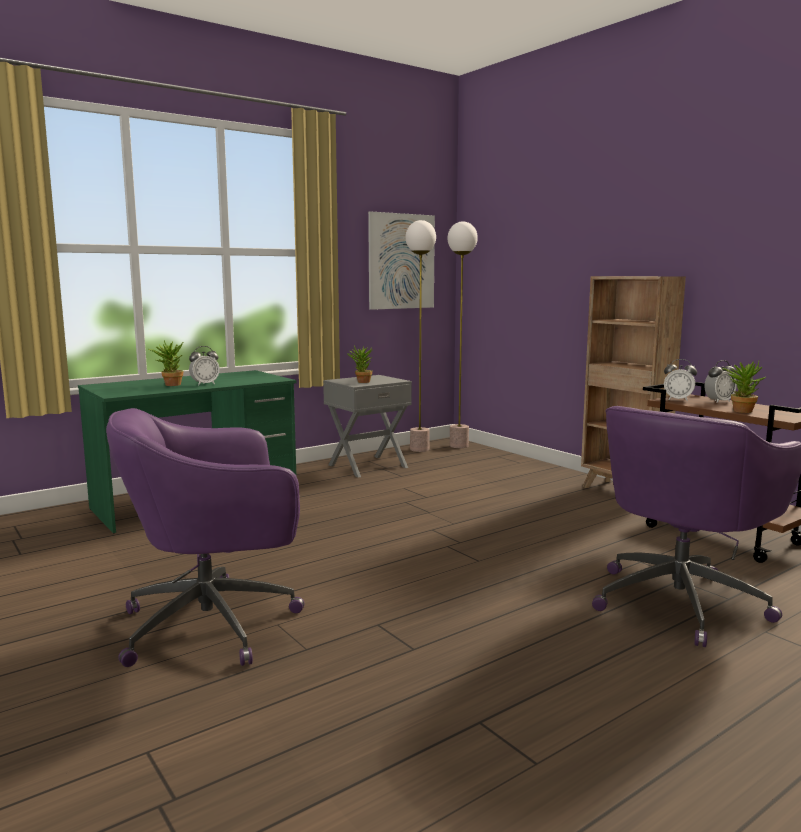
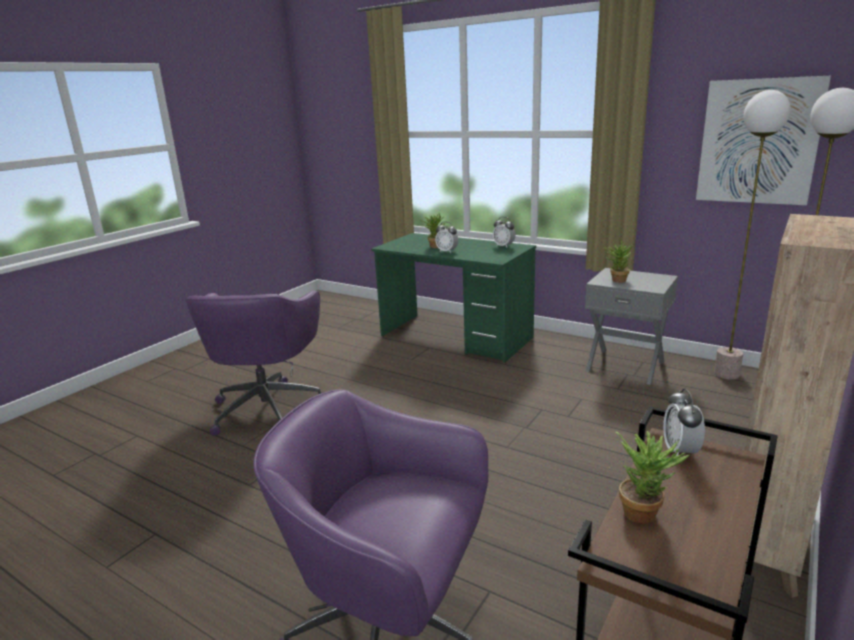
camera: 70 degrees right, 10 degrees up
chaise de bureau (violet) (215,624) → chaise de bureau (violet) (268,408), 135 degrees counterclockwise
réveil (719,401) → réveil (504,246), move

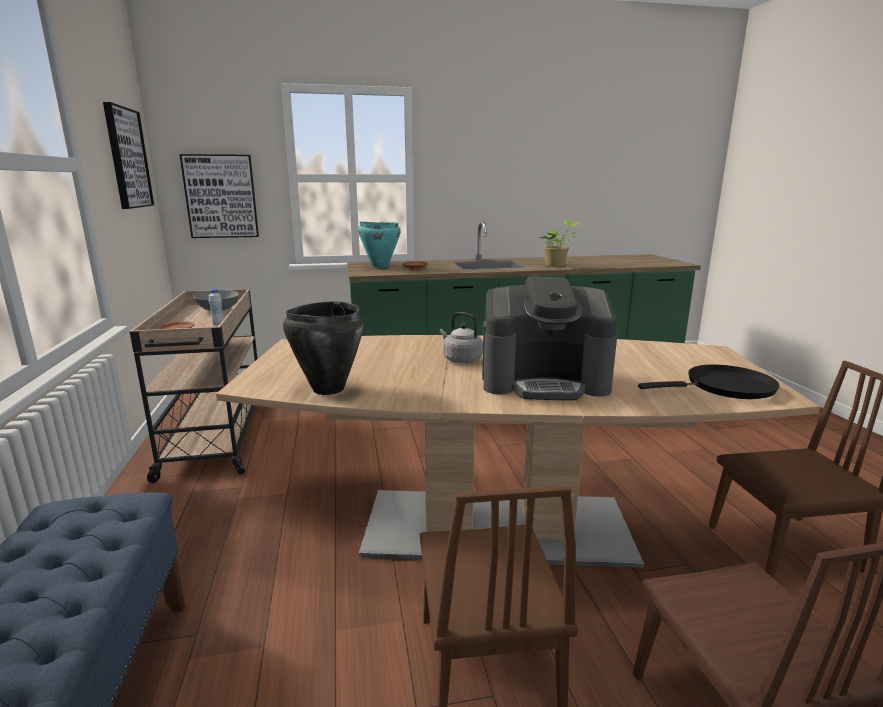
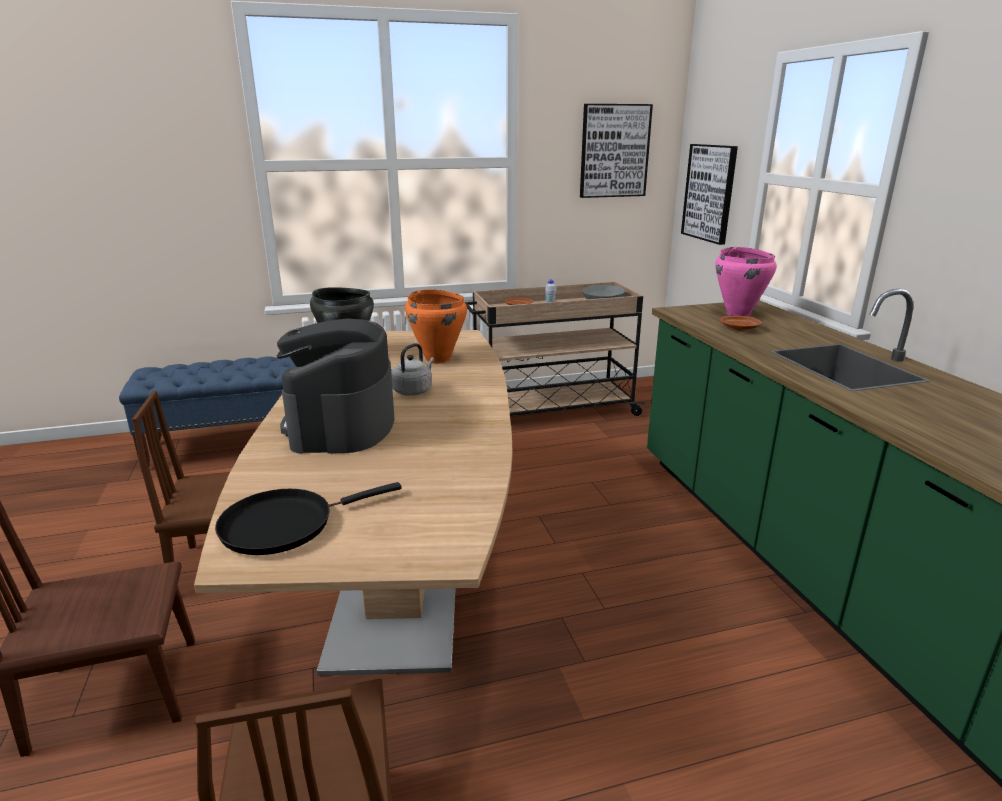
camera: 85 degrees right, 5 degrees up
poêle (noir) (724,387) → poêle (noir) (284,524), 75 degrees clockwise
- → marmite (orange) (438,359)
marmite (turquoise) (380,266) → marmite (rose) (738,313)
plante en pot (556,265) → -

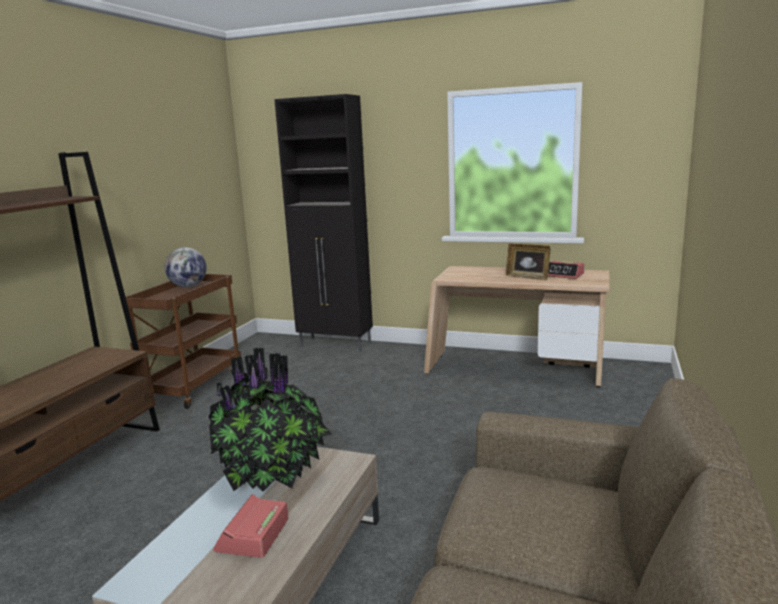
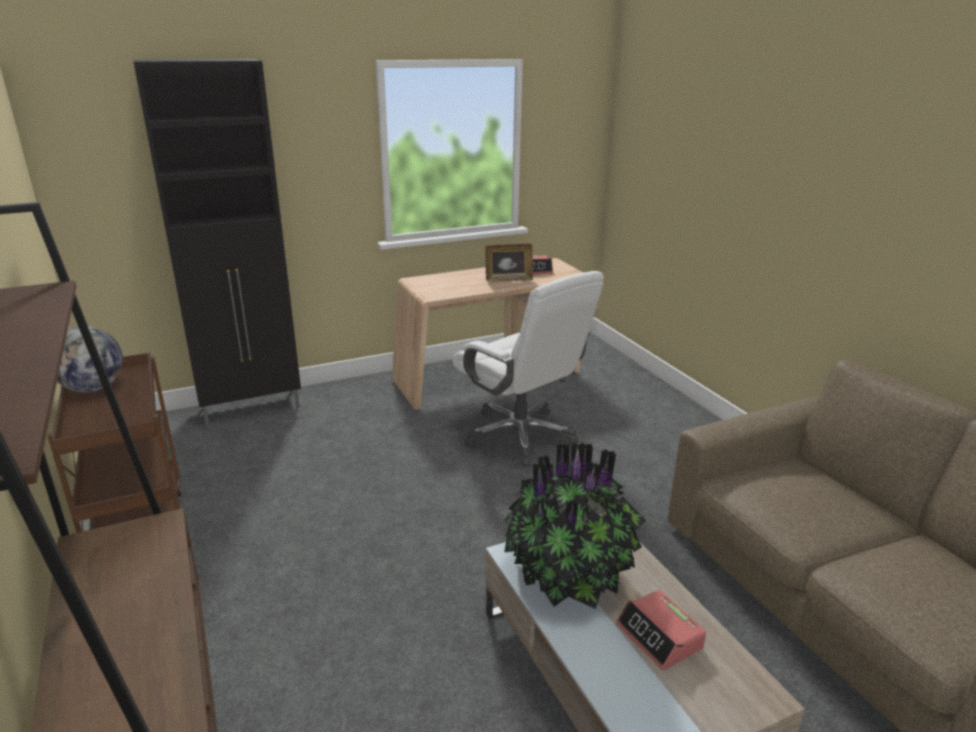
camera: 45 degrees left, 10 degrees up
- → chaise de bureau (blanc) (521,436)

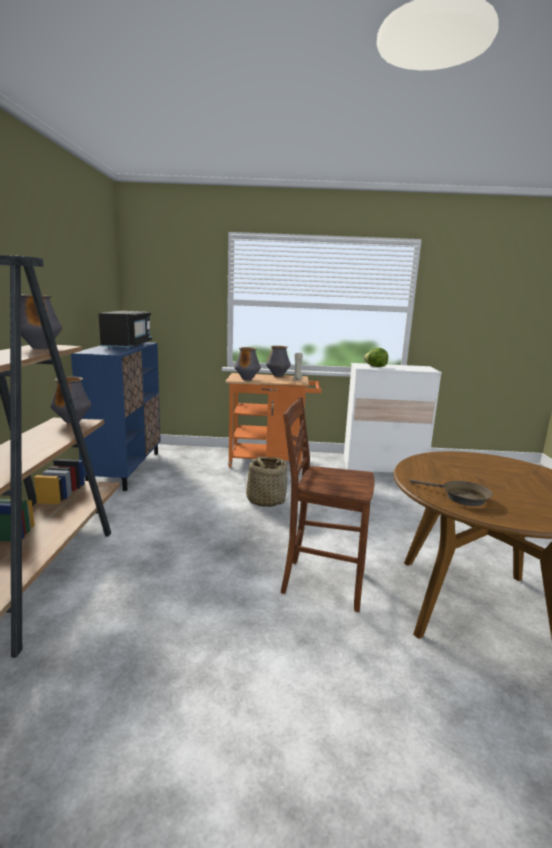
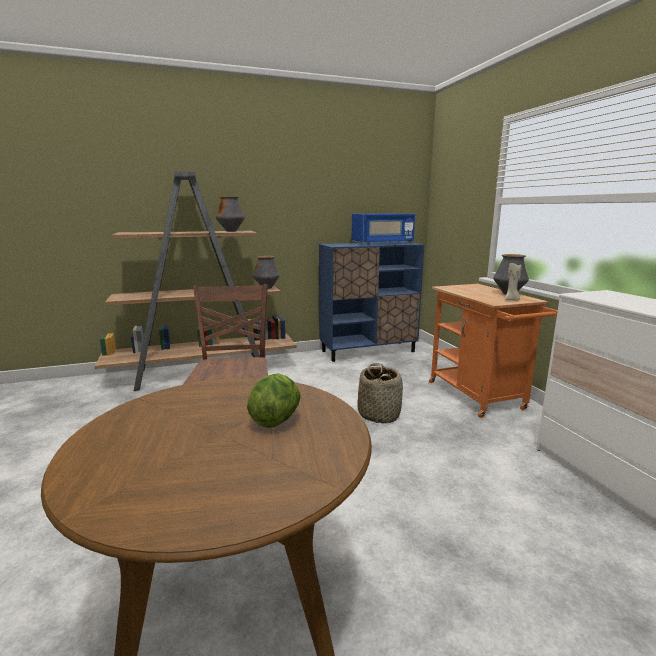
camera: 70 degrees right, 0 degrees up
laitue (375,366) → laitue (276,420), move
micro-ondes (noir) (127,345) → micro-ondes (bleu) (383,243)
vase (247,379) → -
poêle (marron) (460,497) → -

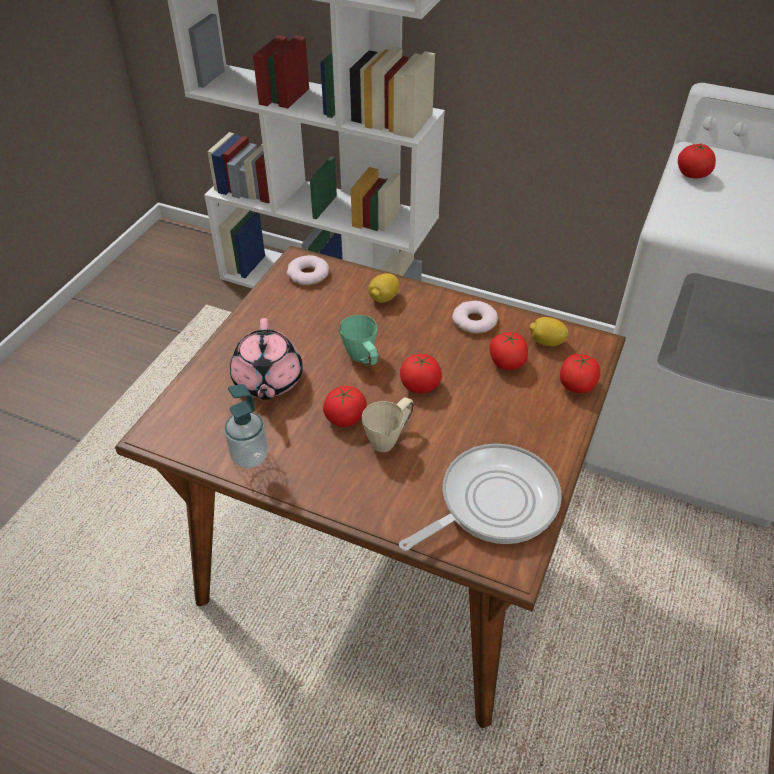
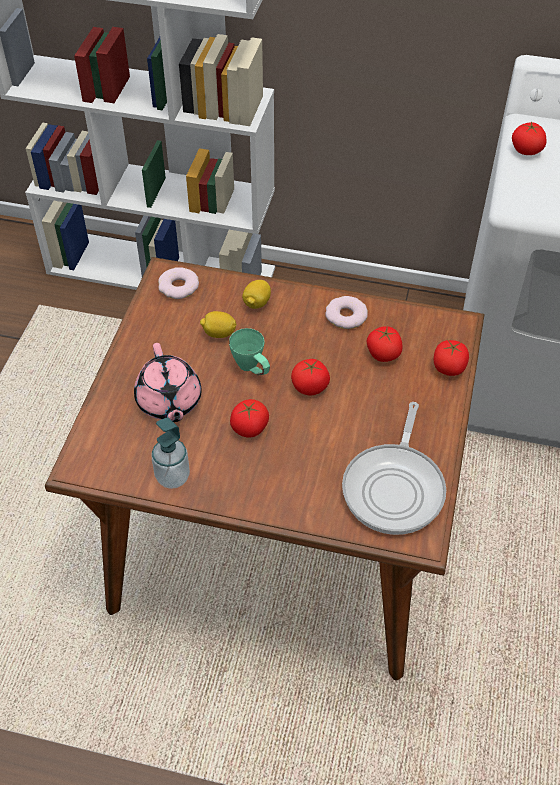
camera: 10 degrees left, 5 degrees up
citron (546,342) → citron (219,333), move
poêle (492,502) → poêle (395,487), 150 degrees clockwise
mug (beige) (390,438) → -

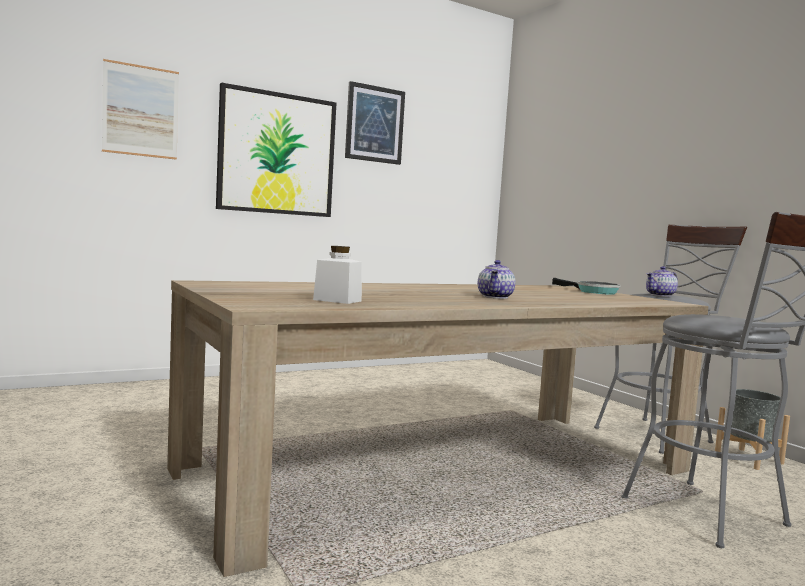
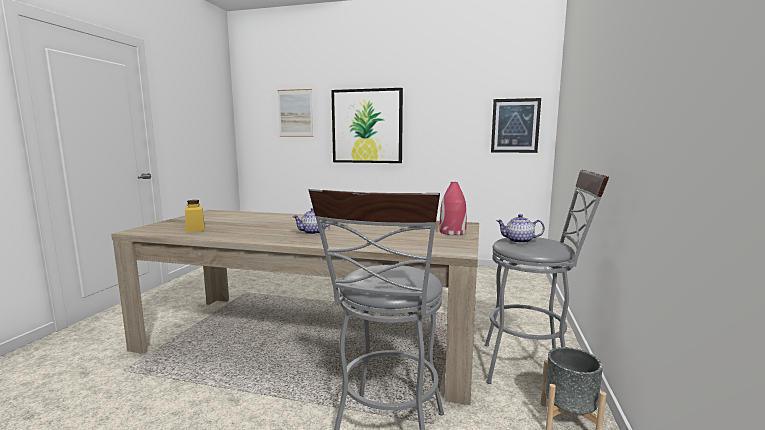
camera: 45 degrees right, 5 degrees up
bocal (blanc) (337,300) → bocal (jaune) (195,229)
poêle (593,292) → vase (rouge) (452,232)
tableau (374,124) → tableau (515,126), move

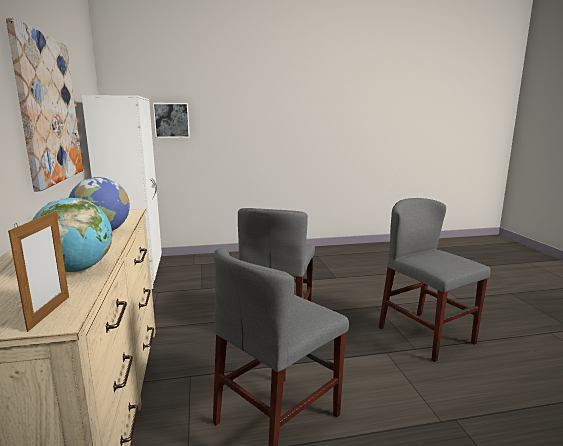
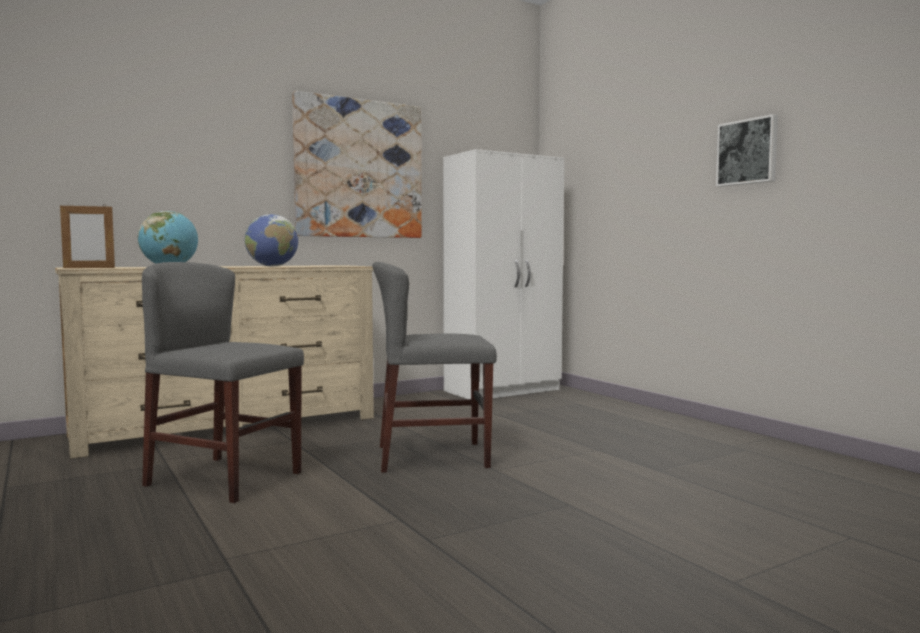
camera: 70 degrees right, 10 degrees down
tableau (171,120) → tableau (748,152), move
chaise (gris) (426,335) → -

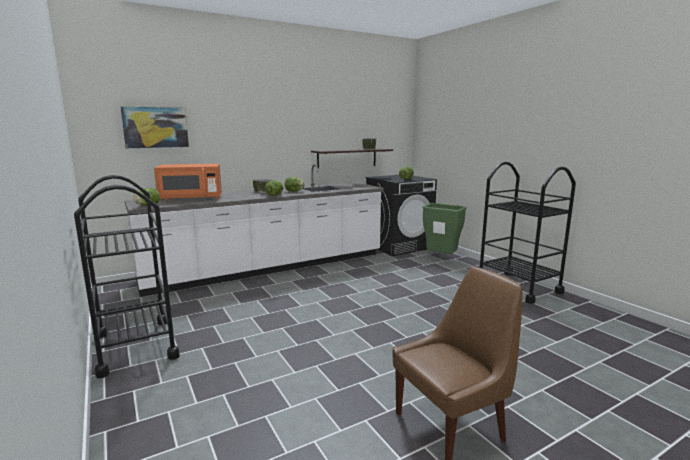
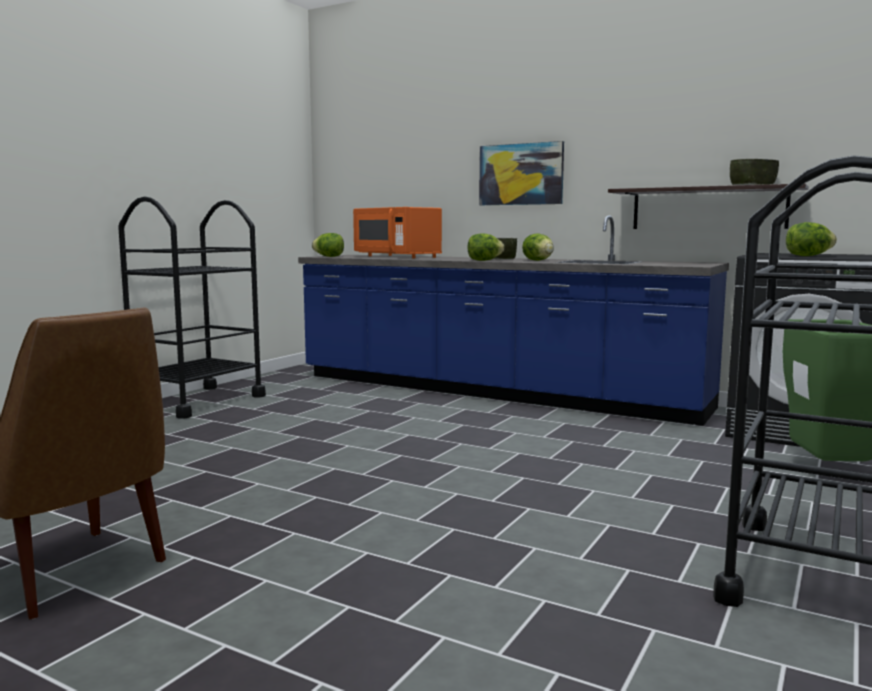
camera: 60 degrees right, 5 degrees down
comptoir de cuisine (blanc) (269,268) → comptoir de cuisine (bleu) (492,391)
tableau (155,127) → tableau (521,174), move

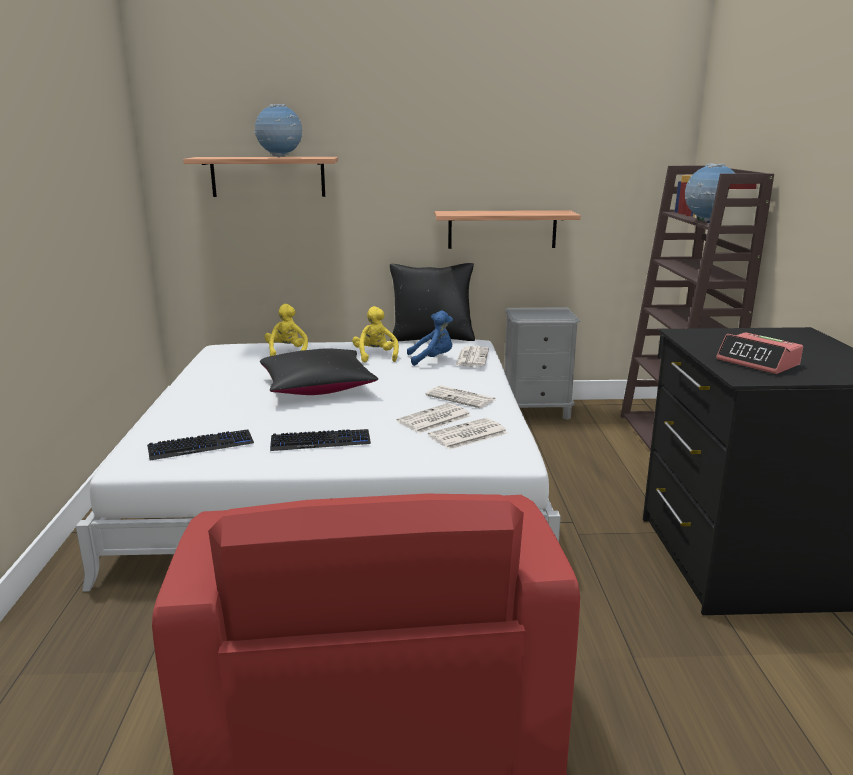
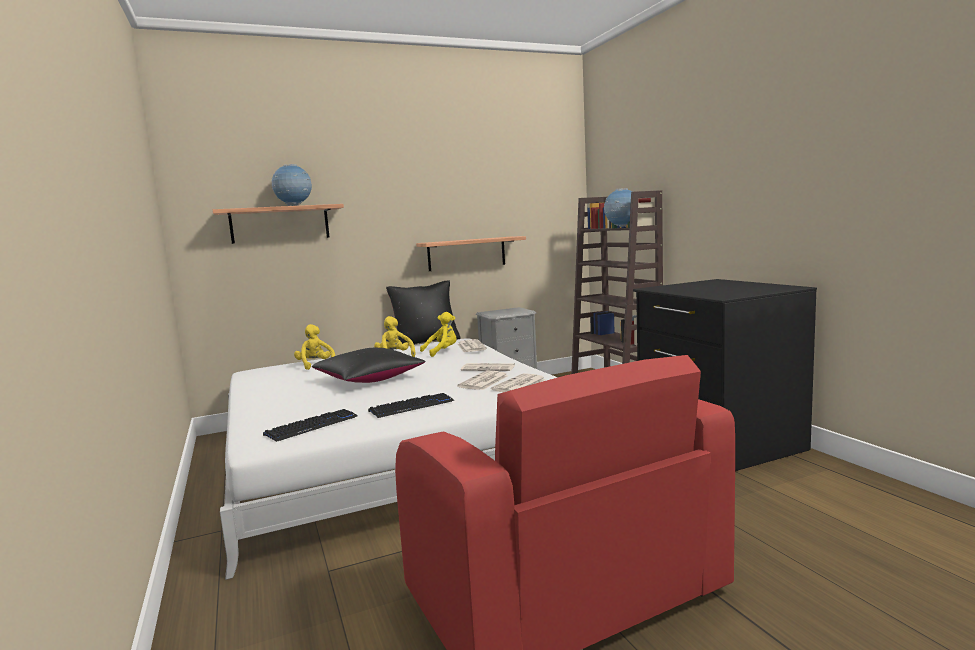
camera: 20 degrees left, 10 degrees down
peluche (bleu) (432,359) → peluche (jaune) (442,352)
réveil (758,362) → -

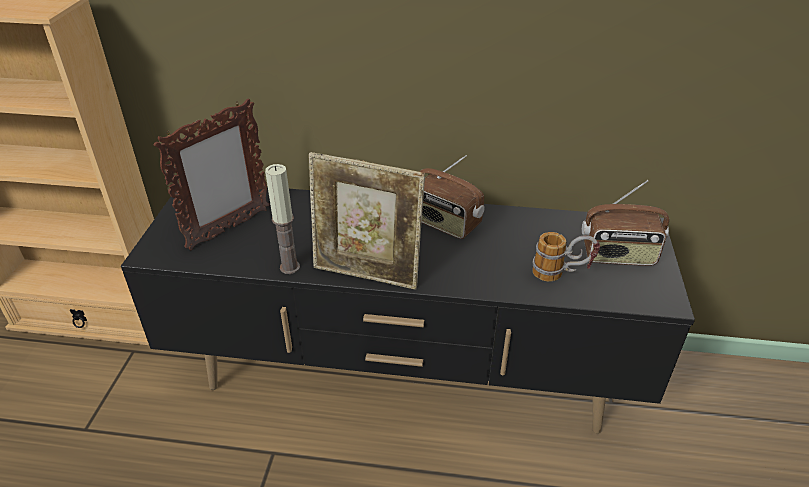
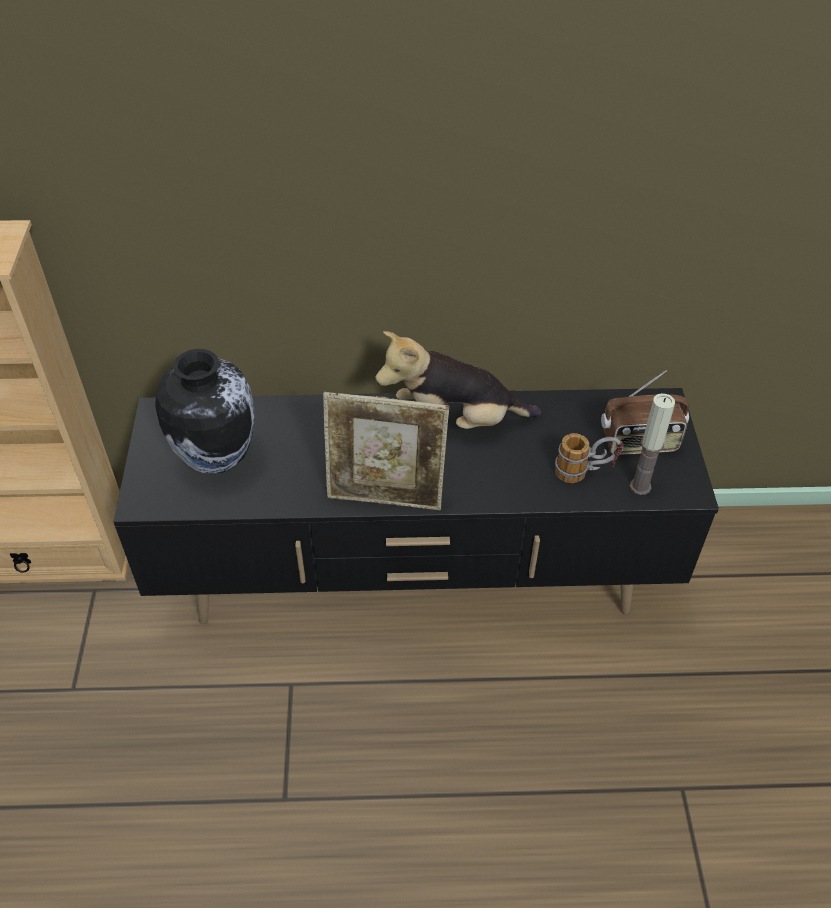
camera: 10 degrees left, 10 degrees up
cadre photo (228,229) → vase (217,459)
radio (445,224) → peluche (454,424)
bougie (290,267) → bougie (640,486), move

